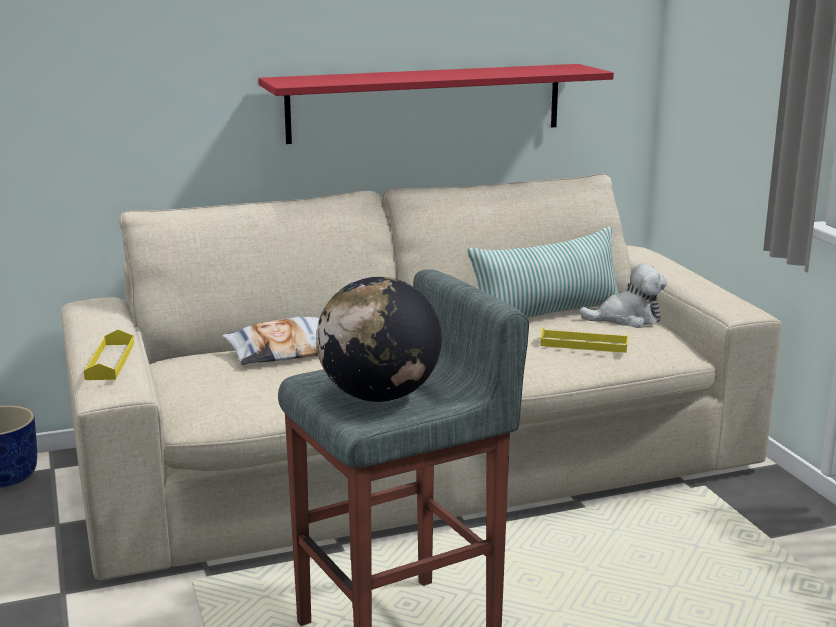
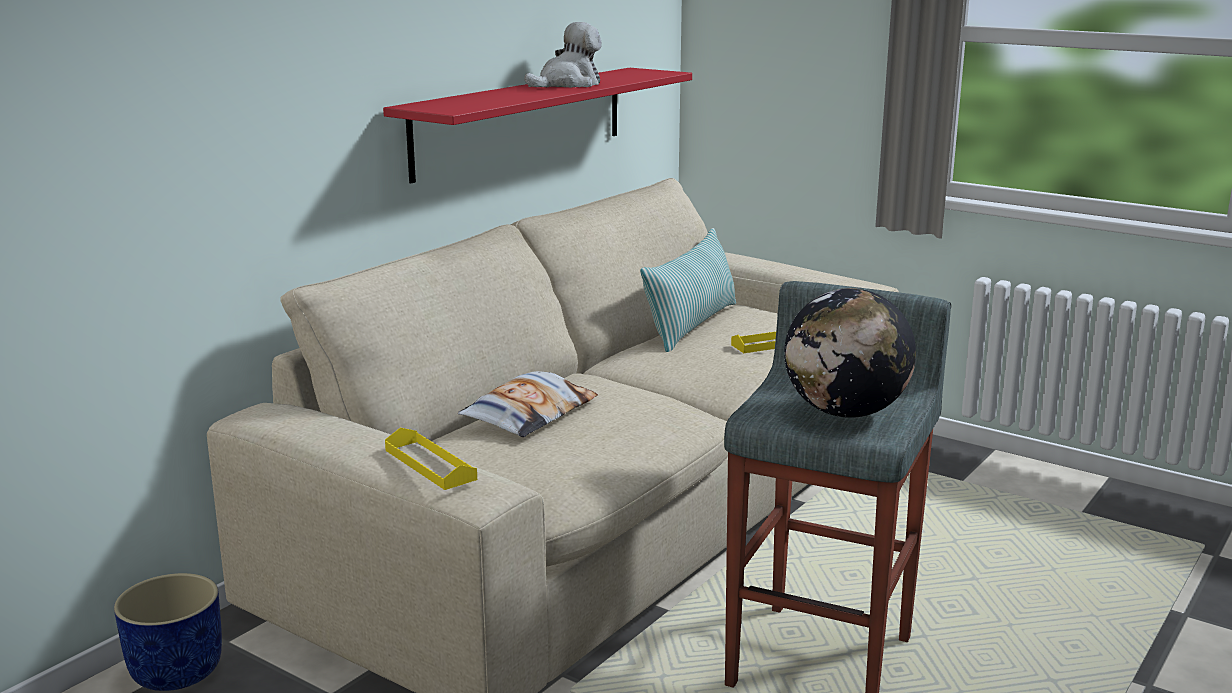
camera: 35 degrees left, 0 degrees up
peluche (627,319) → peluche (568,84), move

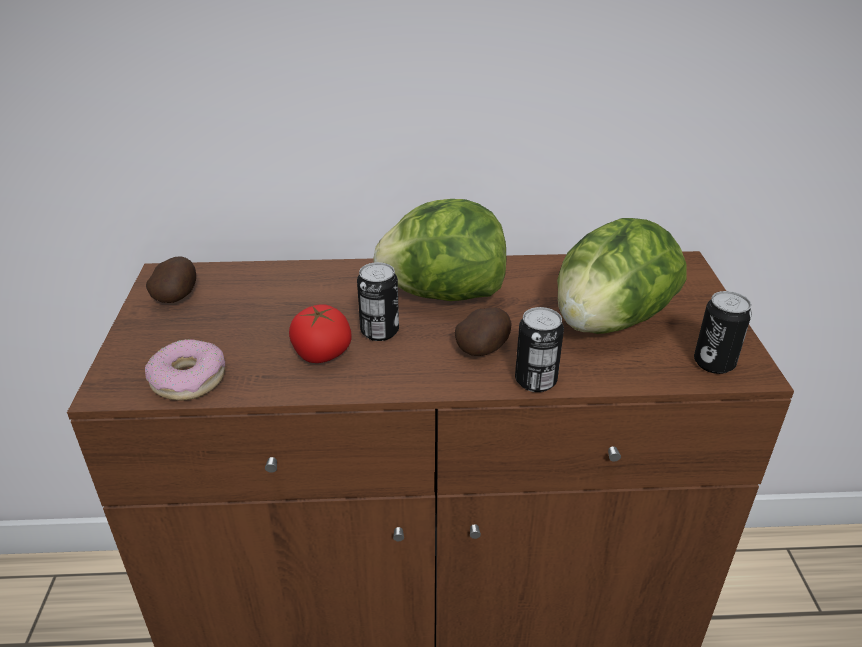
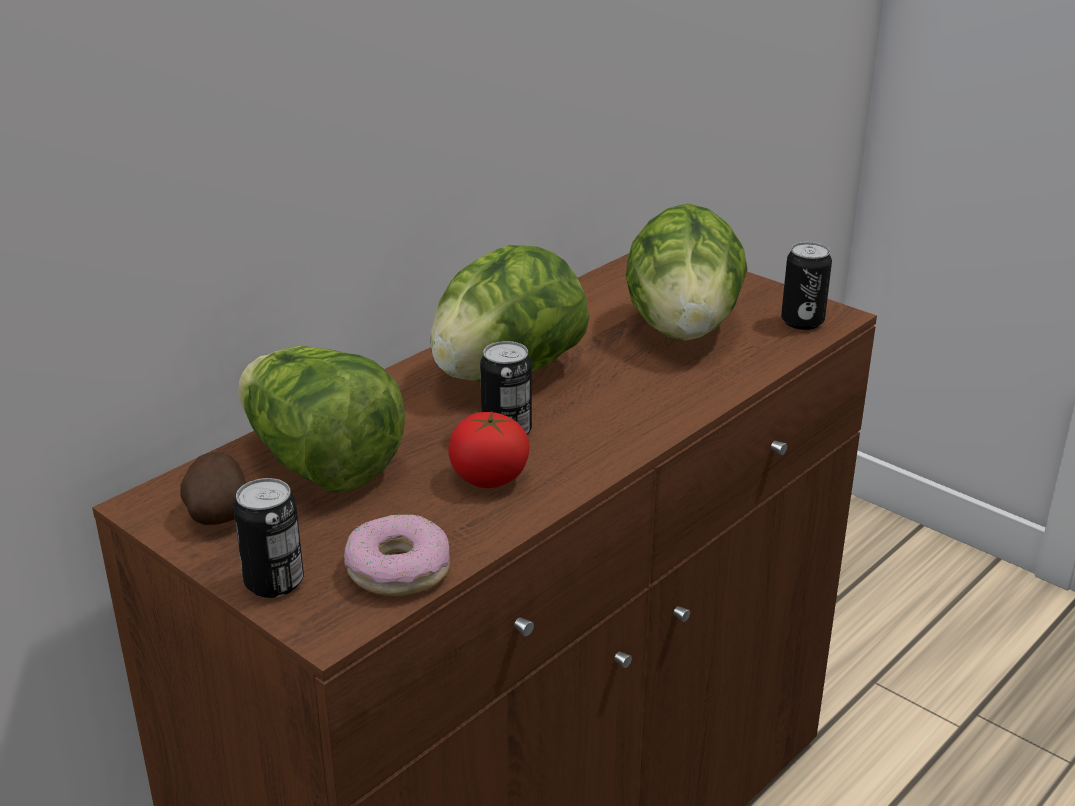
camera: 45 degrees left, 5 degrees down
boîte métallique (535,381) → boîte métallique (274,582), move
- → laitue (320,465)
pomme de terre (484,349) → -

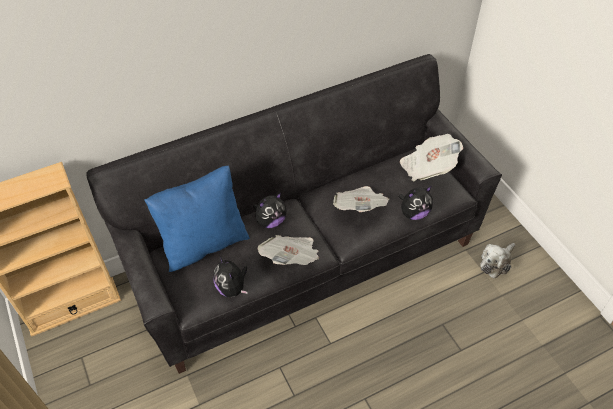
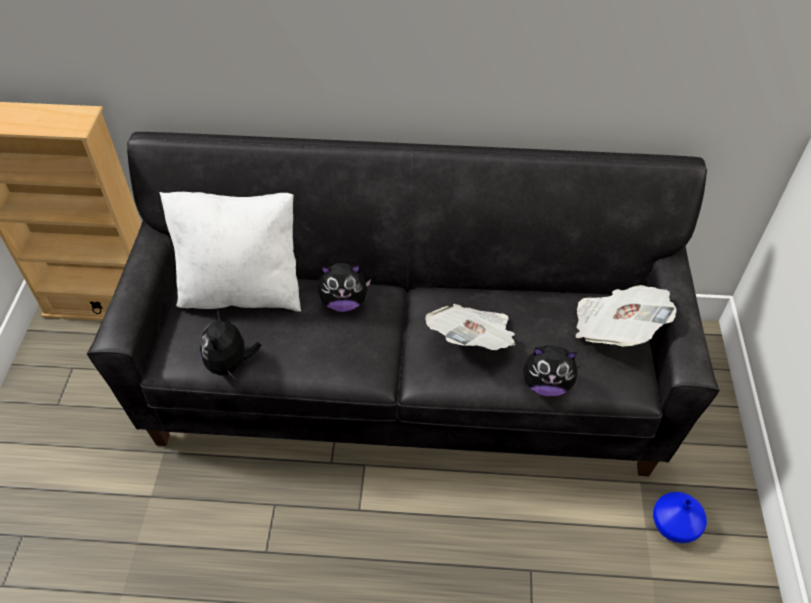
camera: 30 degrees right, 0 degrees up
coussin (bleu) (204,243) → coussin (blanc) (243,291)
peluche (496,263) → vase (bleu) (675,525)
journal (291,258) → -

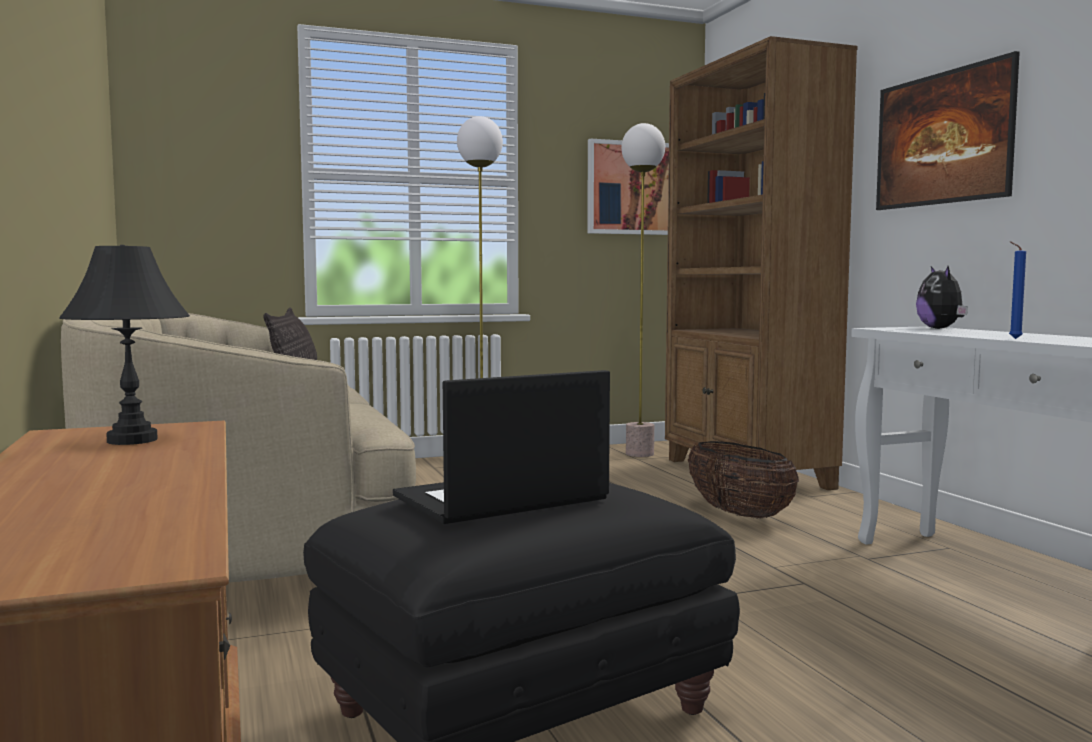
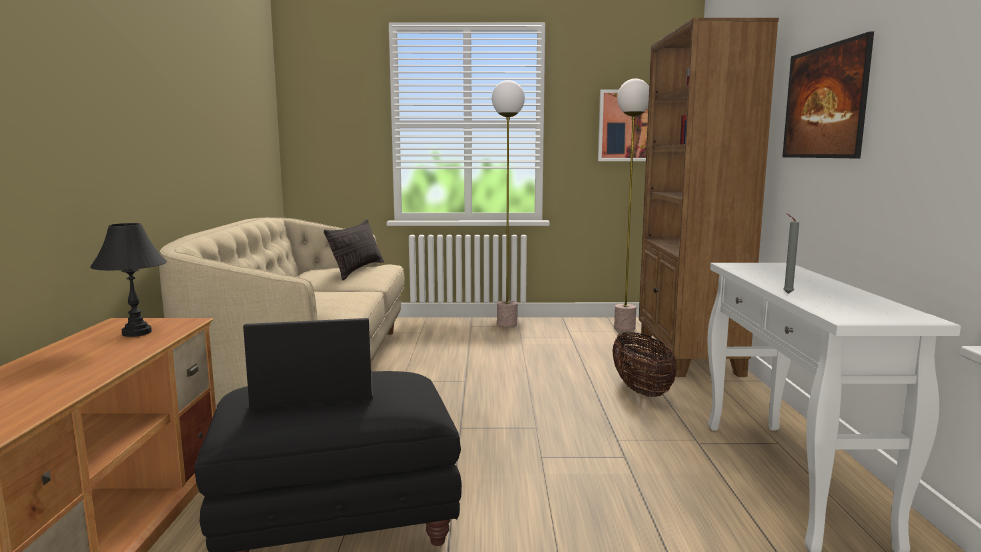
camera: 20 degrees right, 5 degrees up
bougie (bleu) (1013,339) → bougie (gris) (786,293)
peluche (941,328) → -

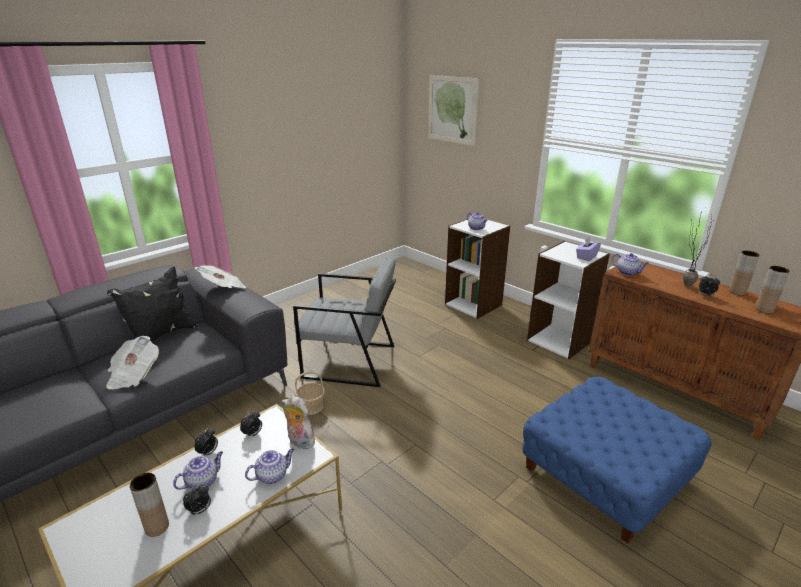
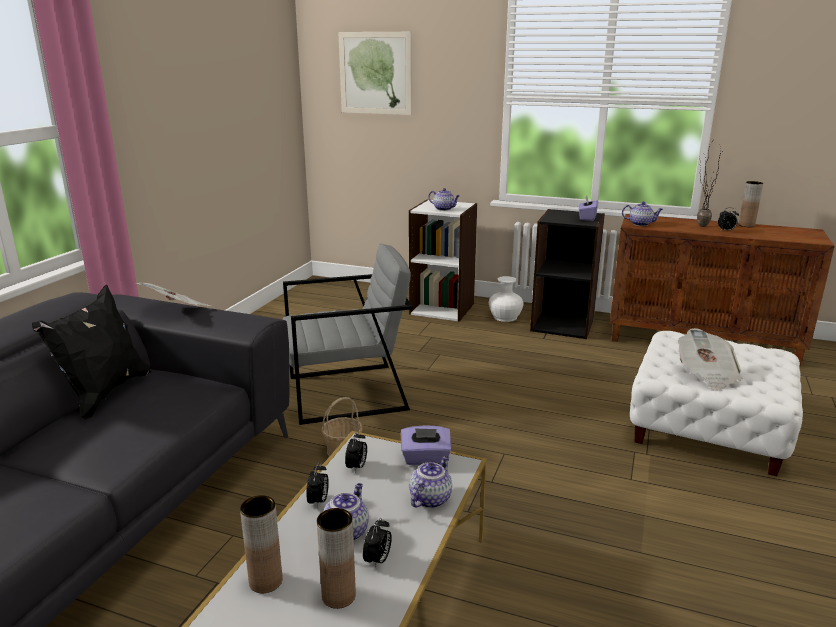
camera: 25 degrees left, 5 degrees down
vase (marron) (764,310) → vase (marron) (266,581), move
peluche (299,442) → boîte à mouchoirs (violet) (425,459)
- → vase (blanc) (505,317)
bibliothèque (blanc) (560,340) → bibliothèque (noir) (562,324)
pouf (bleu) (606,475) → pouf (blanc) (709,427)
journal (133,375) → journal (706,375), move

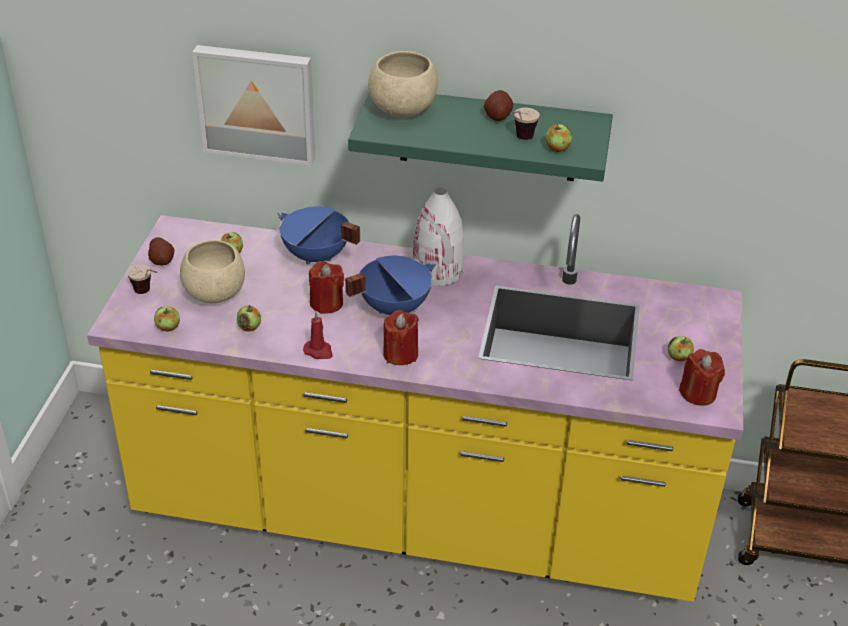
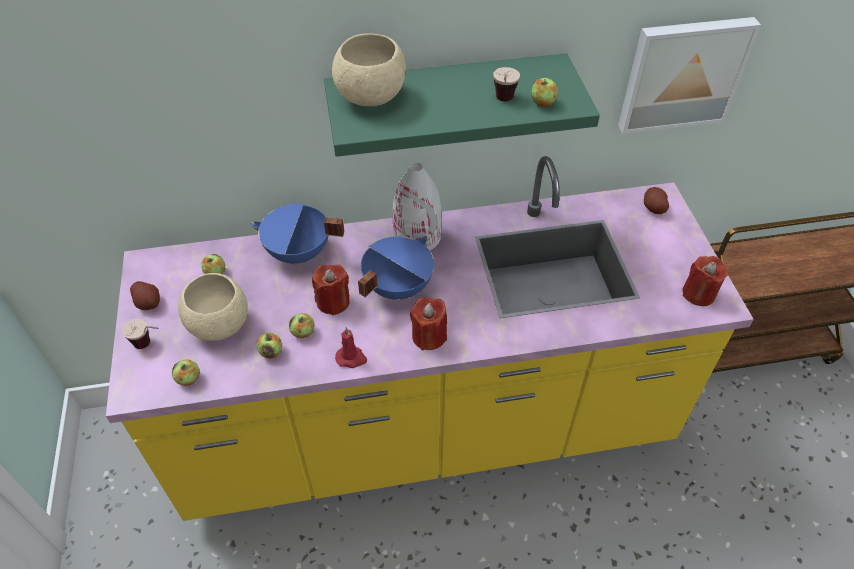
camera: 20 degrees left, 10 degrees up
pomme (679,357) → pomme (303,332), move
tableau (257,102) → tableau (682,73), move
pomme de terre (497,116) → pomme de terre (653,208), move

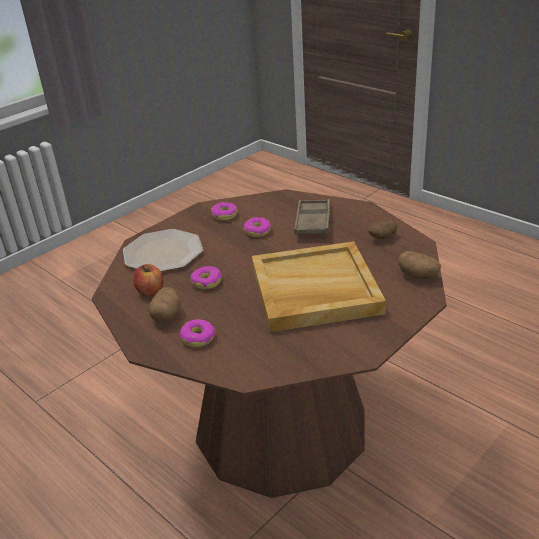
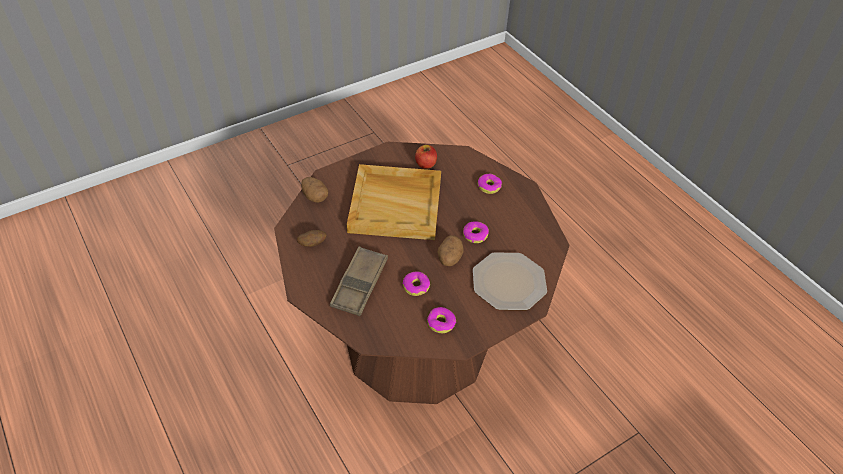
camera: 170 degrees left, 15 degrees up
pomme (150,291) → pomme (425,164), move
pomme de terre (167,315) → pomme de terre (449,259), move

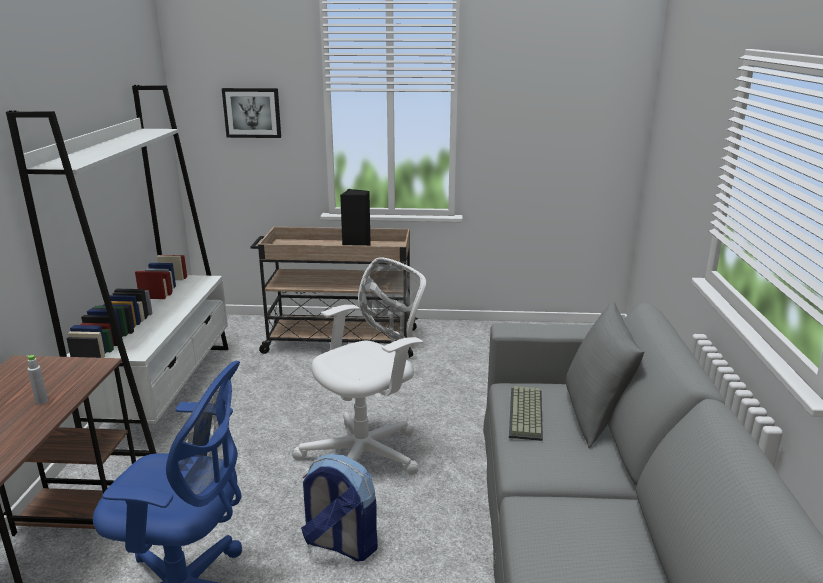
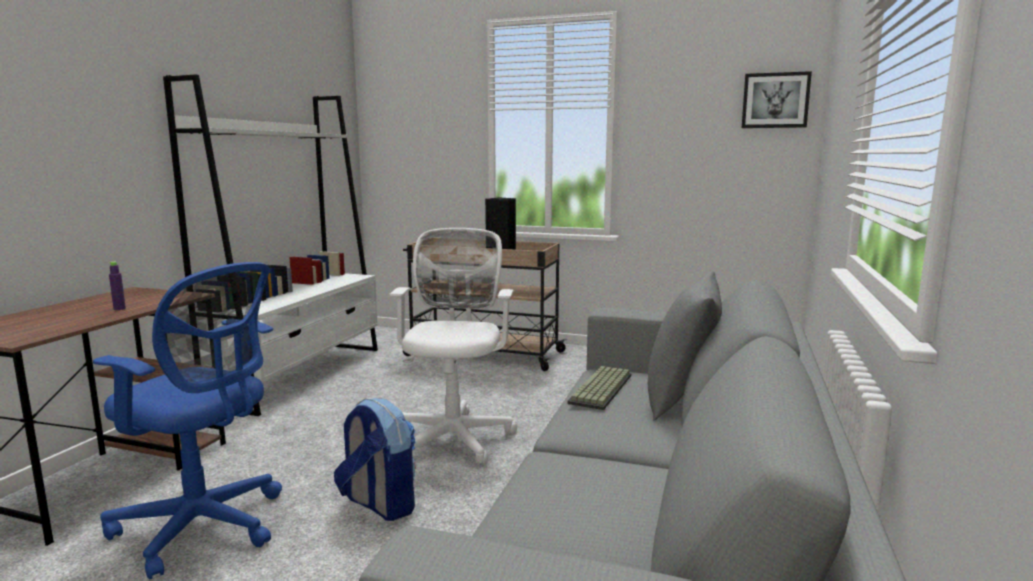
camera: 15 degrees right, 10 degrees down
bouteille (gris) (41,401) → bouteille (violet) (119,309)
chaise de bureau (blanc) (367,453) → chaise de bureau (blanc) (454,437), 60 degrees counterclockwise
tableau (252,113) → tableau (775,100), move

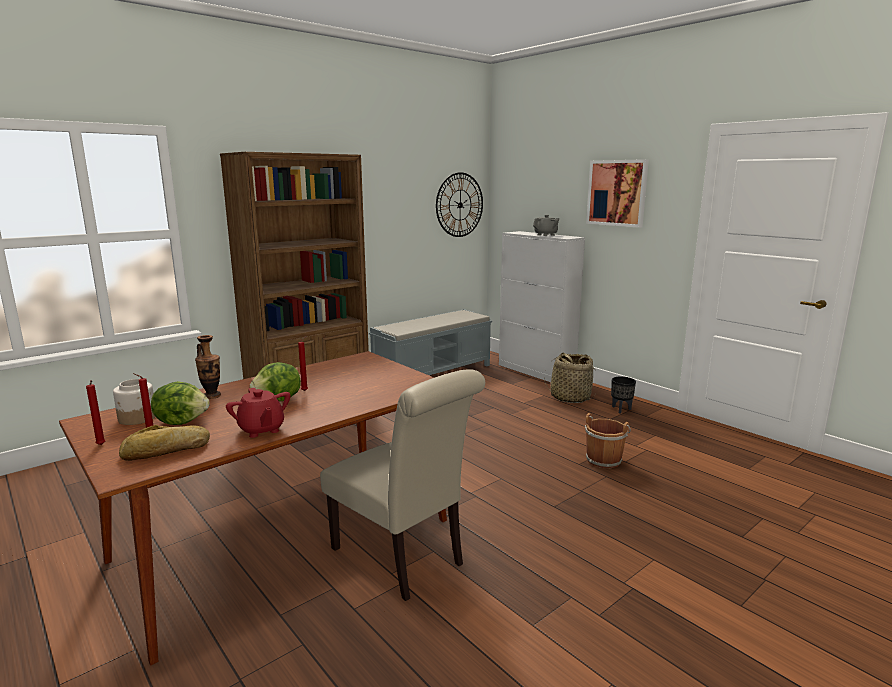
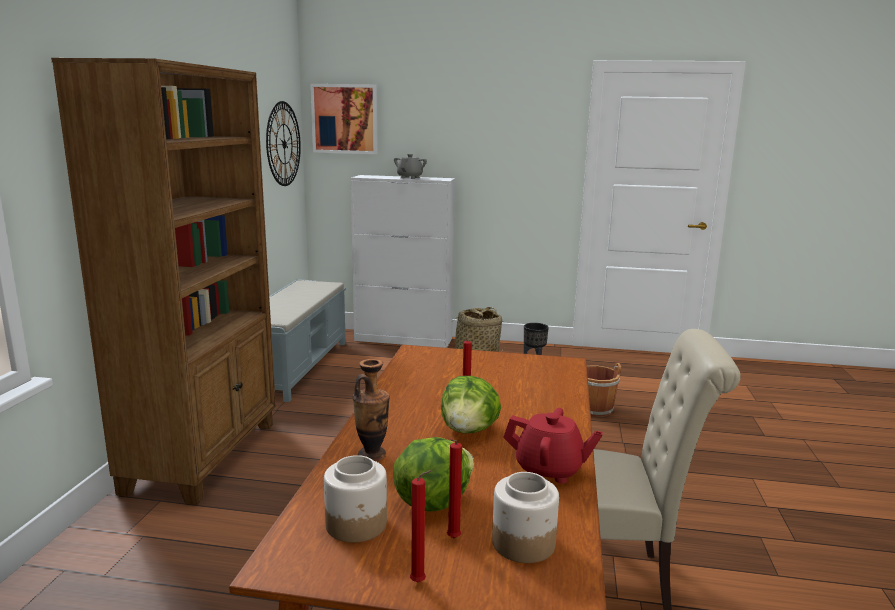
camera: 40 degrees left, 0 degrees up
tableau (617,193) → tableau (345,119), move
pain (166,450) → bocal (522,543)

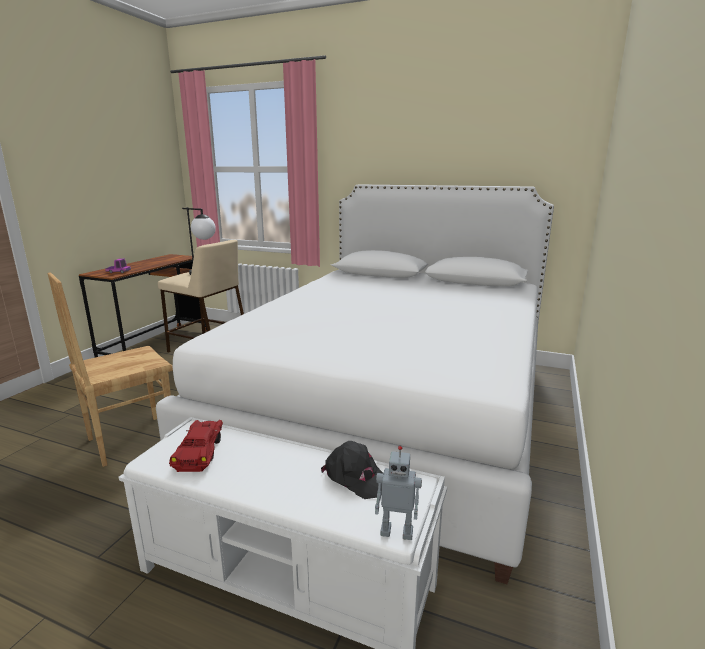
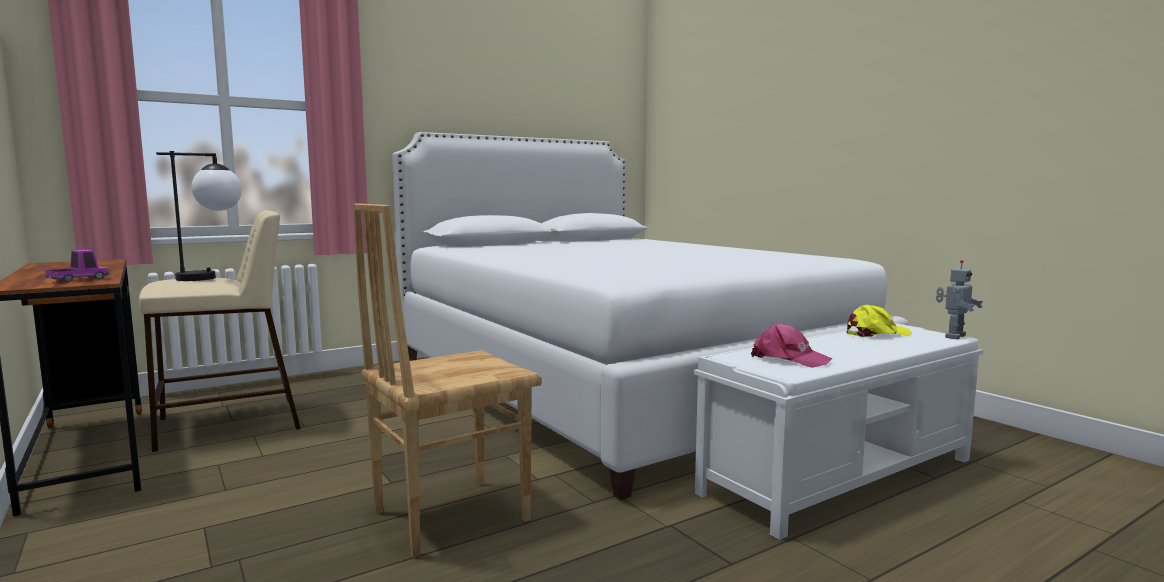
camera: 55 degrees left, 10 degrees down
chaise (marron) (130,439) → chaise (marron) (449,515), 60 degrees clockwise
petite voiture (rouge) (201,451) → casquette (rose) (788,359)
casquette (noir) (356,477) → casquette (jaune) (876,334)

